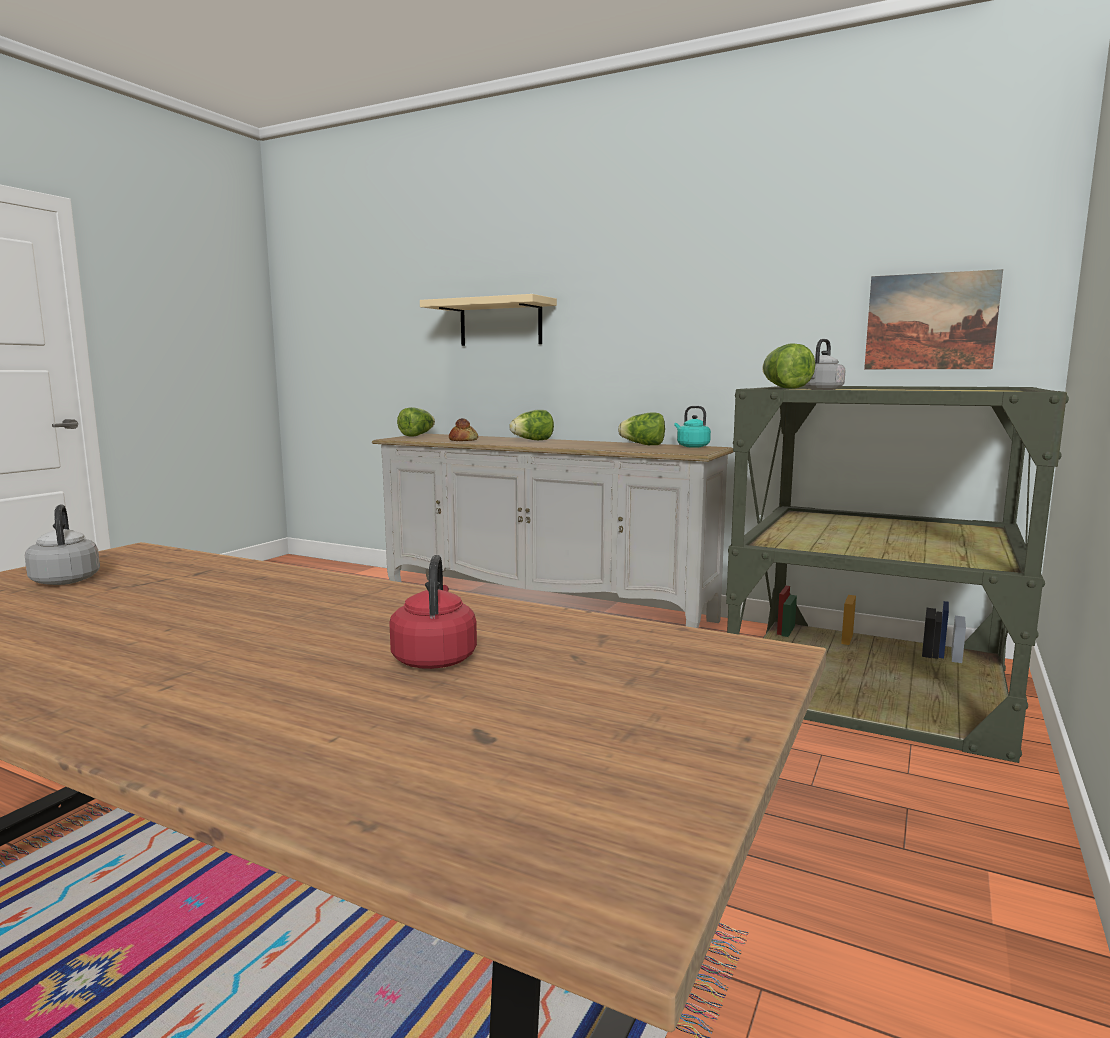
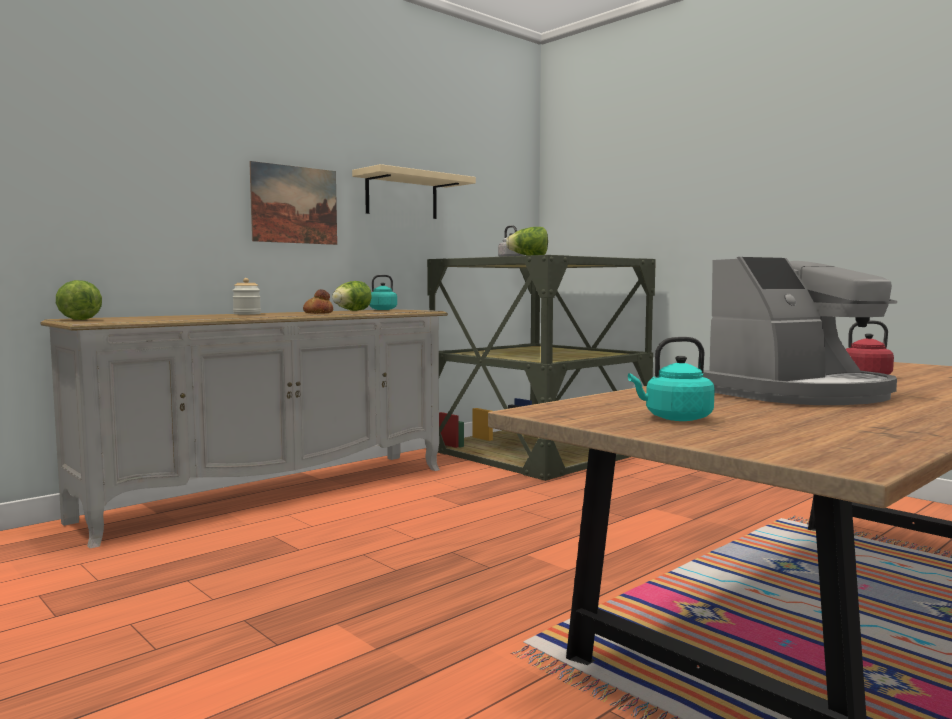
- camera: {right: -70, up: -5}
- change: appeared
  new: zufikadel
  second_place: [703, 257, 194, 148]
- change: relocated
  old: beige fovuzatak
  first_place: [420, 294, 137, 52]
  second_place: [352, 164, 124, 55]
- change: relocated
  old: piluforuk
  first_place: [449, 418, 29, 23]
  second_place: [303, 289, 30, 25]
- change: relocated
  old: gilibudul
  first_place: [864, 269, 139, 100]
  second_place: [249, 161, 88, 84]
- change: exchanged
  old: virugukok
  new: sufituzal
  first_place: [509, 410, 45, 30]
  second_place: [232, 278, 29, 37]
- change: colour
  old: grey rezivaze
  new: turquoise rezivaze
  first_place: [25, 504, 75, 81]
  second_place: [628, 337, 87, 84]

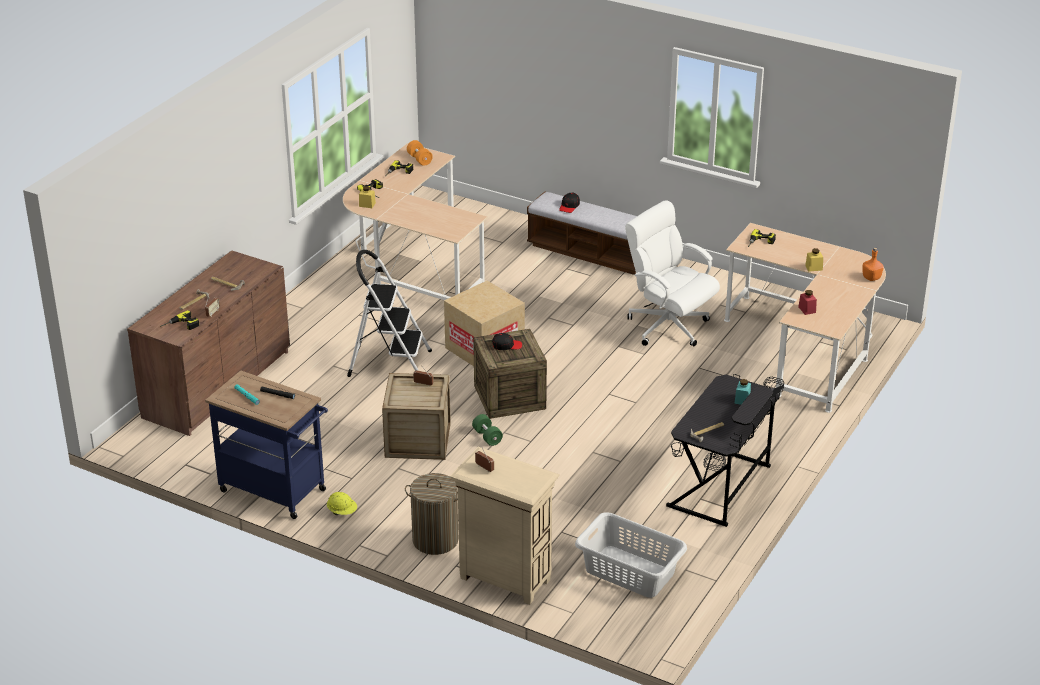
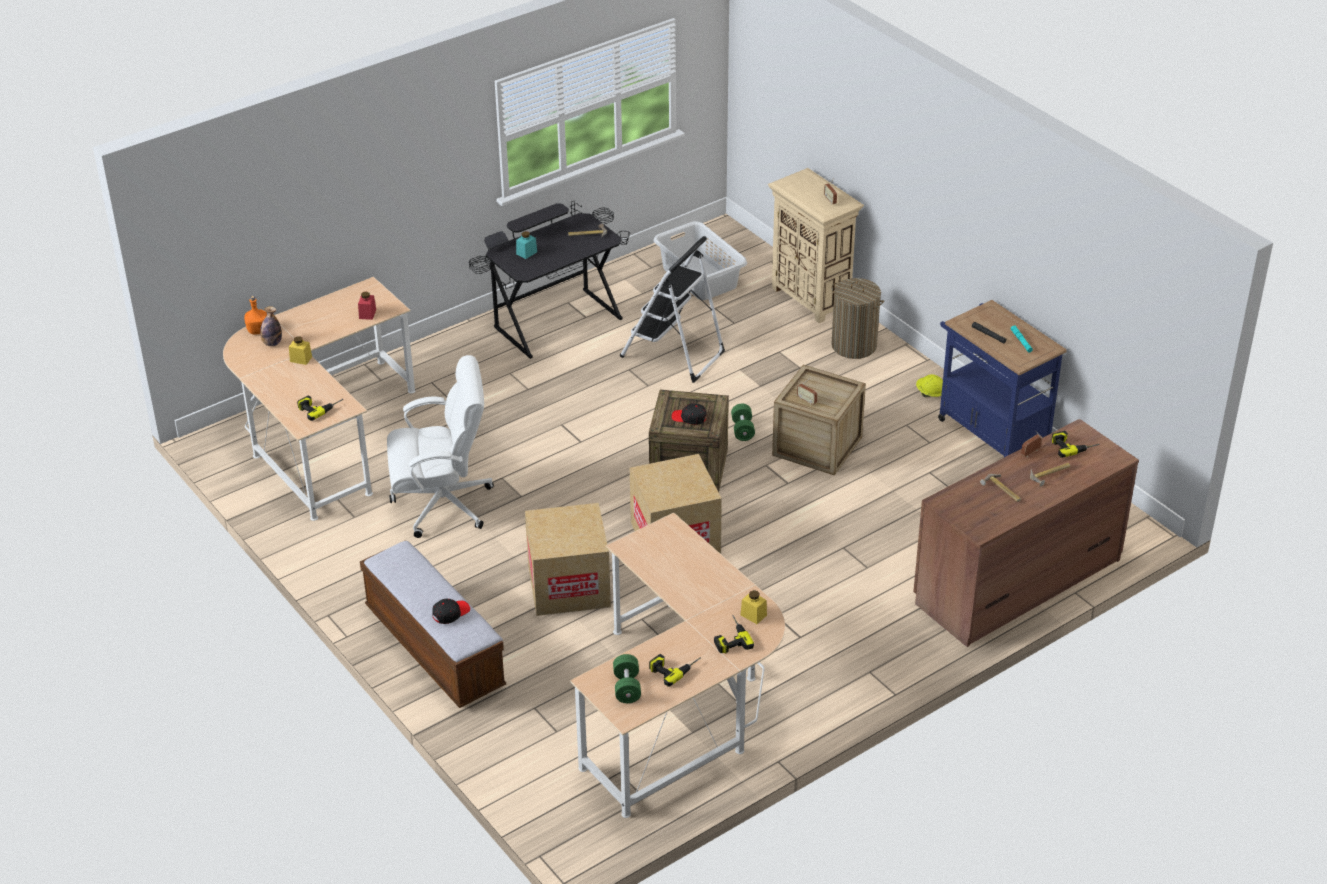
- camera: {right: -155, up: 5}
- change: appeared
  new: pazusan
  second_place: [260, 306, 22, 40]
- change: appeared
  new: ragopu
  second_place: [525, 503, 86, 113]
- change: relocated
  old: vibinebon
  first_place: [347, 250, 85, 127]
  second_place: [620, 236, 105, 147]
- change: colour
  old: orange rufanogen
  new: green rufanogen
  first_place: [407, 140, 26, 26]
  second_place: [613, 654, 28, 49]
- change: spun
  old: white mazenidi
  first_place: [625, 200, 95, 147]
  second_place: [387, 355, 107, 183]
  degrees: -75

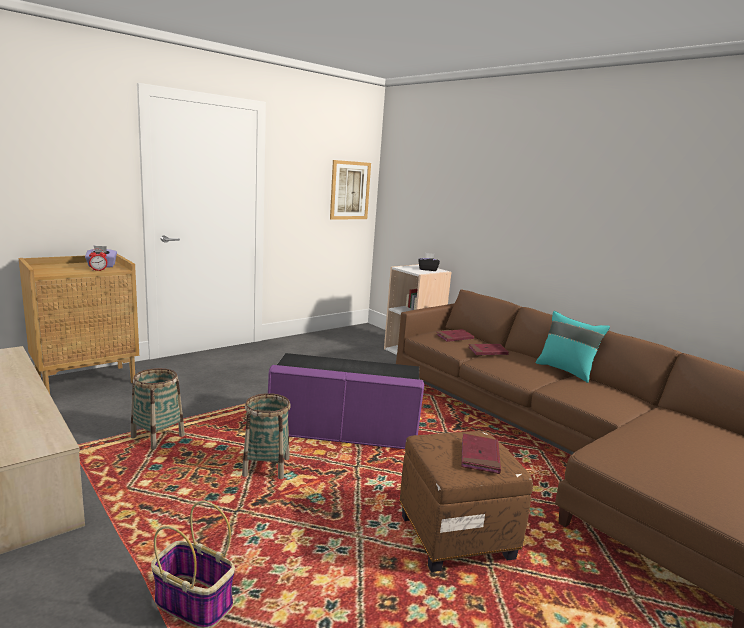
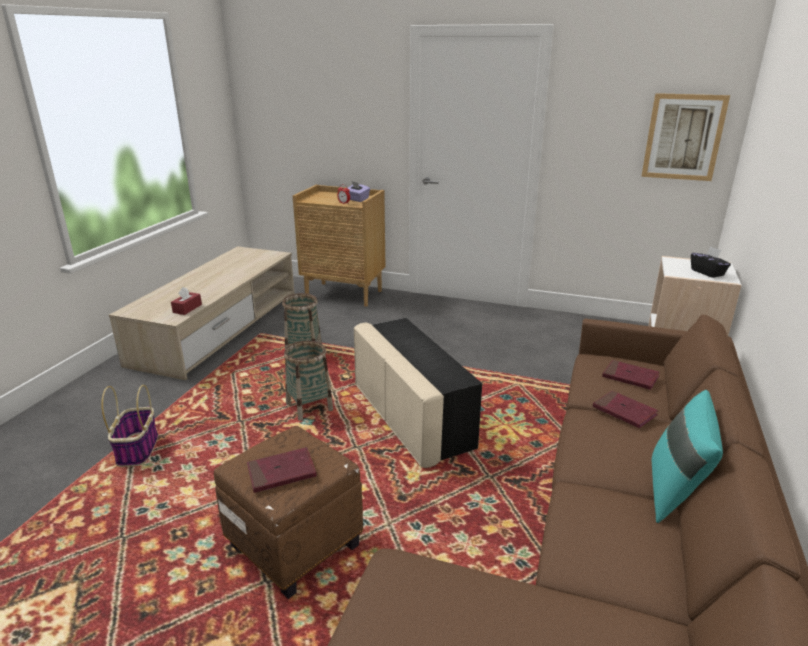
- camera: {right: 60, up: 10}
- change: appeared
  new: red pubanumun
  second_place: [171, 287, 31, 28]
- change: colour
  old: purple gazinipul
  new: beige gazinipul
  first_place: [268, 353, 156, 96]
  second_place: [354, 318, 128, 150]

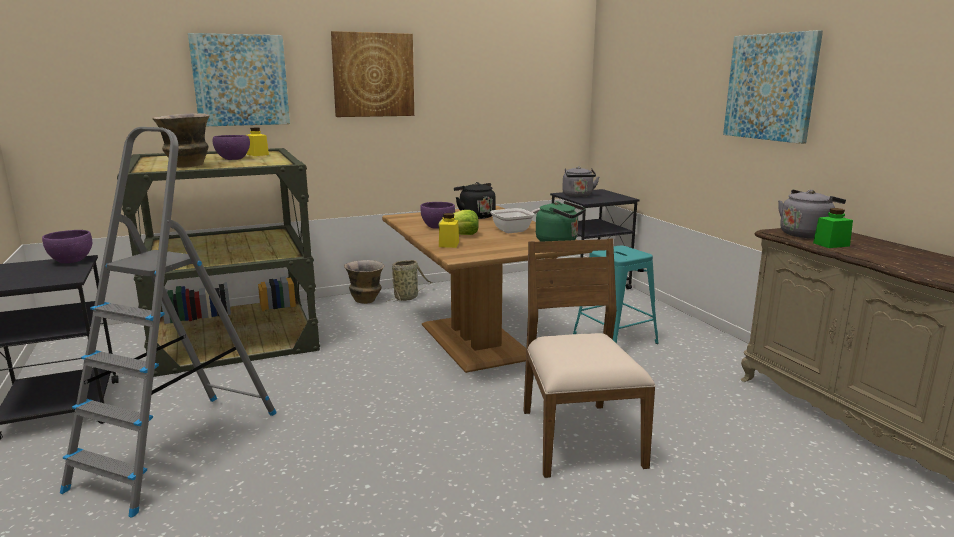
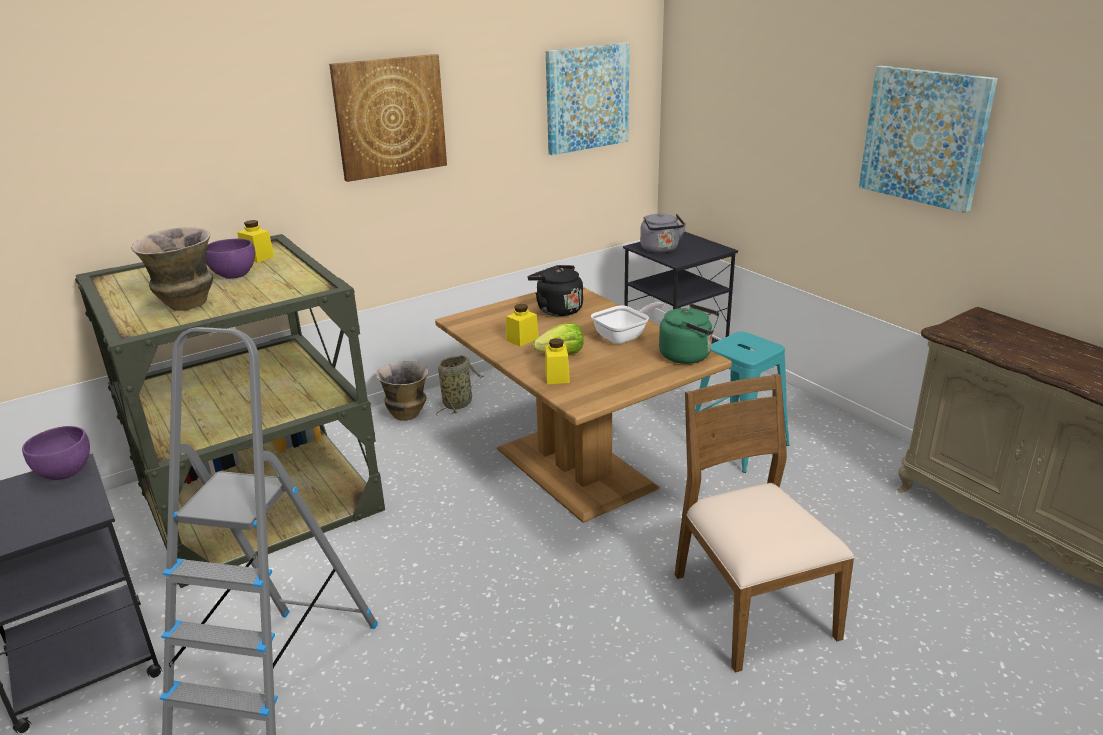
- camera: {right: -10, up: 10}
- change: missing
  old: grey rezivaze
  first_place: [778, 190, 68, 48]
- change: missing
  old: green sufituzal
  first_place: [813, 208, 40, 40]
- change: relocated
  old: gilibudul
  first_place: [188, 33, 102, 93]
  second_place: [546, 42, 84, 113]
- change: exchanged
  old: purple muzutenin
  new: yellow sufituzal
  first_place: [420, 202, 35, 27]
  second_place: [506, 304, 33, 42]

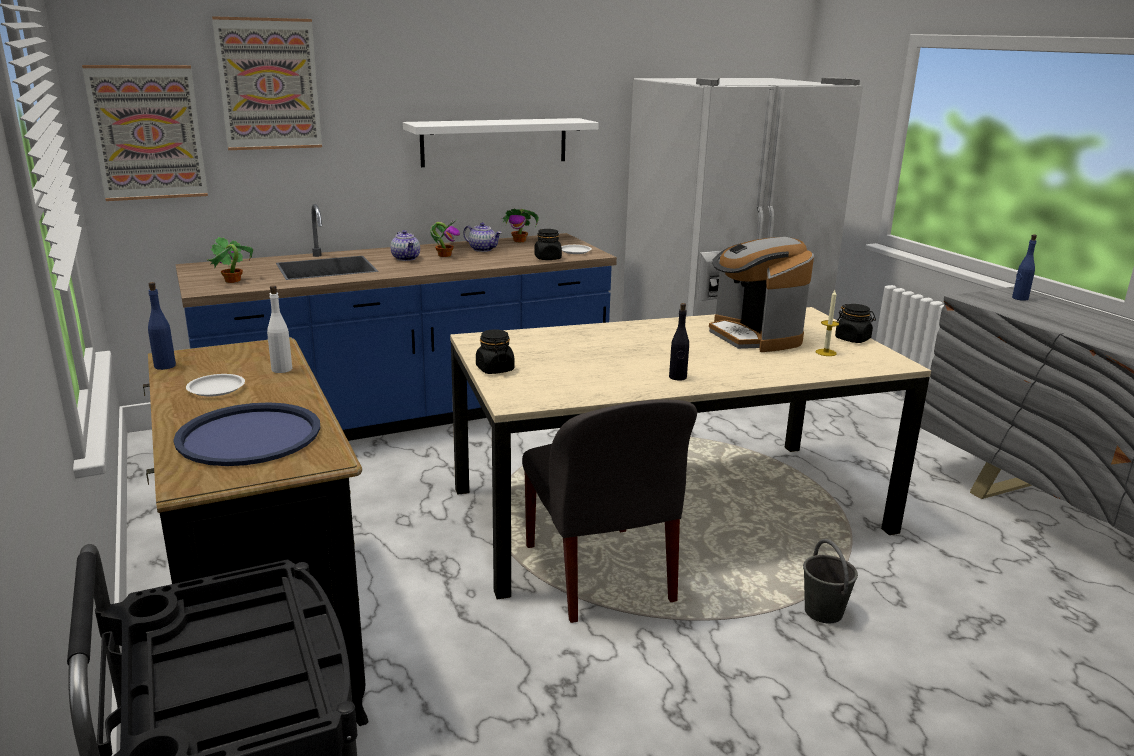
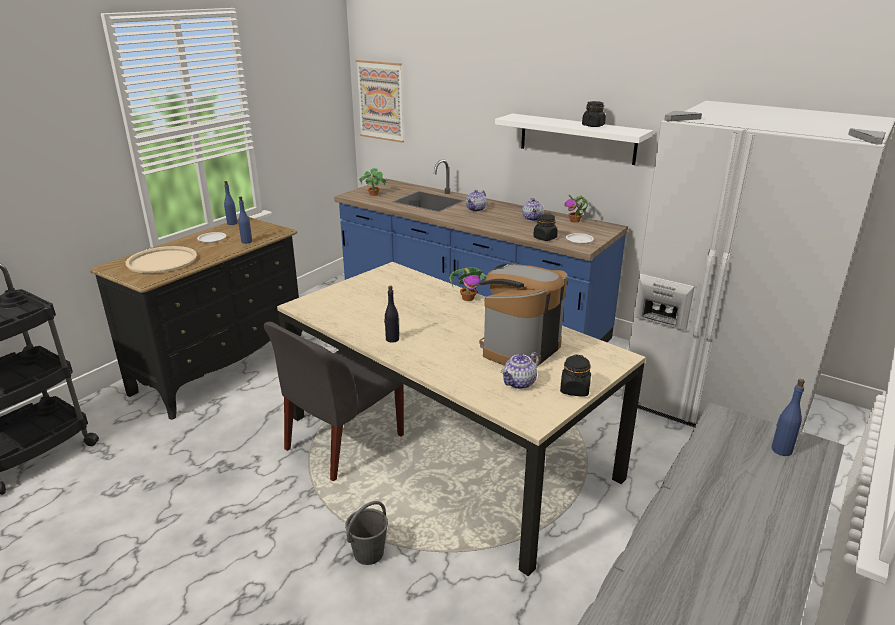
- camera: {right: 60, up: 5}
- change: missing
  old: gilibudul
  first_place: [212, 16, 110, 134]
- change: relocated
  old: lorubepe
  first_place: [430, 219, 30, 38]
  second_place: [450, 267, 36, 34]
- change: relocated
  old: black sufituzal
  first_place: [476, 329, 39, 45]
  second_place: [582, 101, 24, 26]
- change: exchanged
  old: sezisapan
  new: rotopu
  first_place: [816, 290, 23, 66]
  second_place: [501, 352, 38, 37]
- change: colour
  old: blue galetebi
  new: beige galetebi
  first_place: [173, 402, 147, 64]
  second_place: [125, 246, 72, 27]
- change: colour
  old: white pazusan
  new: blue pazusan
  first_place: [267, 286, 25, 87]
  second_place: [238, 196, 14, 48]

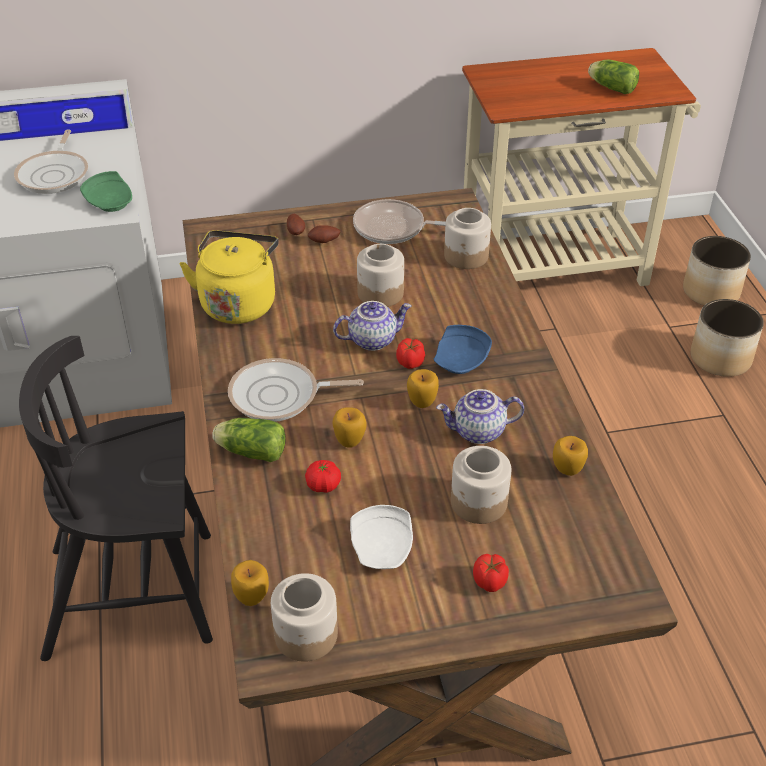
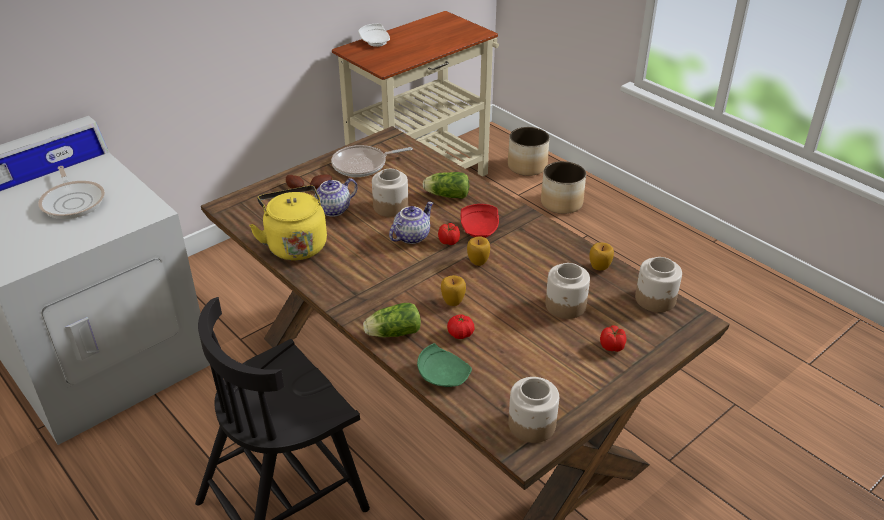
- camera: {right: -30, up: -5}
- change: missing
  old: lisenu
  first_place: [228, 358, 136, 64]
- change: missing
  old: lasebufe
  first_place: [231, 560, 38, 46]
- change: relocated
  old: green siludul
  first_place: [80, 171, 52, 41]
  second_place: [417, 343, 55, 44]
- change: relocated
  old: white siludul
  first_place: [350, 505, 63, 64]
  second_place: [358, 23, 32, 24]
- change: relocated
  old: rotopu
  first_place: [436, 389, 88, 55]
  second_place: [315, 178, 43, 39]
- change: relocated
  old: sufituzal
  first_place: [444, 208, 47, 61]
  second_place: [635, 257, 47, 55]
- change: relocated
  old: virugukok
  first_place: [588, 60, 51, 34]
  second_place: [423, 172, 46, 27]
- change: colour
  old: blue siludul
  new: red siludul
  first_place: [433, 325, 59, 49]
  second_place: [461, 204, 38, 34]

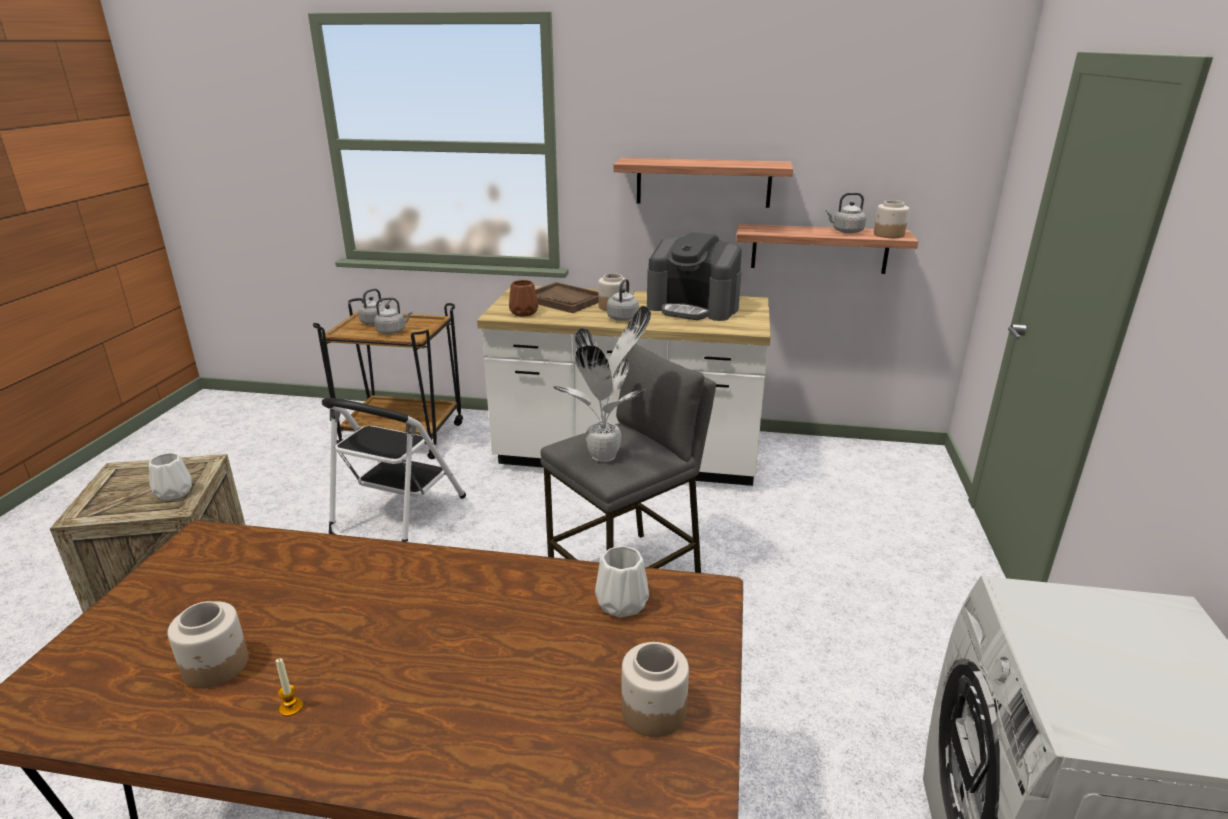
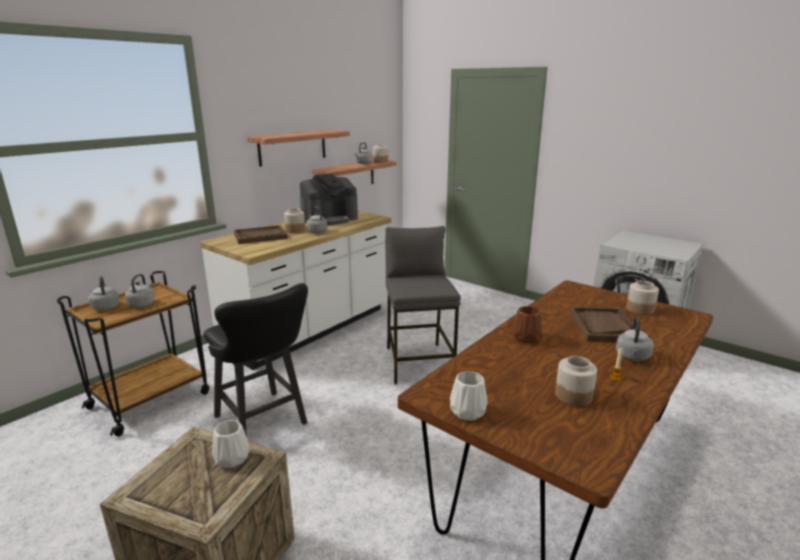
- camera: {right: -60, up: -5}
- change: missing
  old: lorubepe
  first_place: [553, 306, 98, 156]
- change: appeared
  new: brown galetebi
  second_place: [570, 307, 63, 35]
- change: appeared
  new: grey rezivaze
  second_place: [616, 316, 38, 45]
- change: relocated
  old: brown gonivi
  first_place: [509, 280, 29, 37]
  second_place: [513, 306, 29, 37]
- change: relocated
  old: white gonivi
  first_place: [595, 546, 54, 72]
  second_place: [450, 371, 38, 50]
- change: exchanged
  old: vibinebon
  new: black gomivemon
  first_place: [322, 398, 144, 144]
  second_place: [204, 283, 104, 154]

